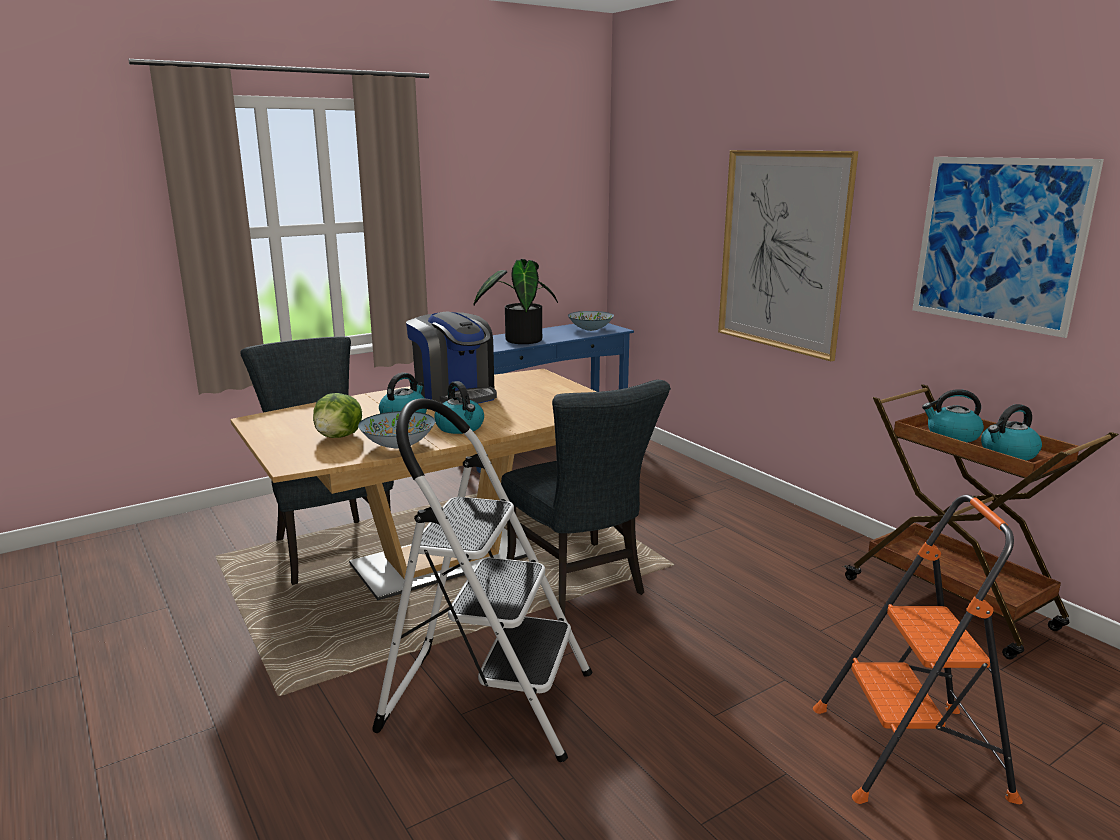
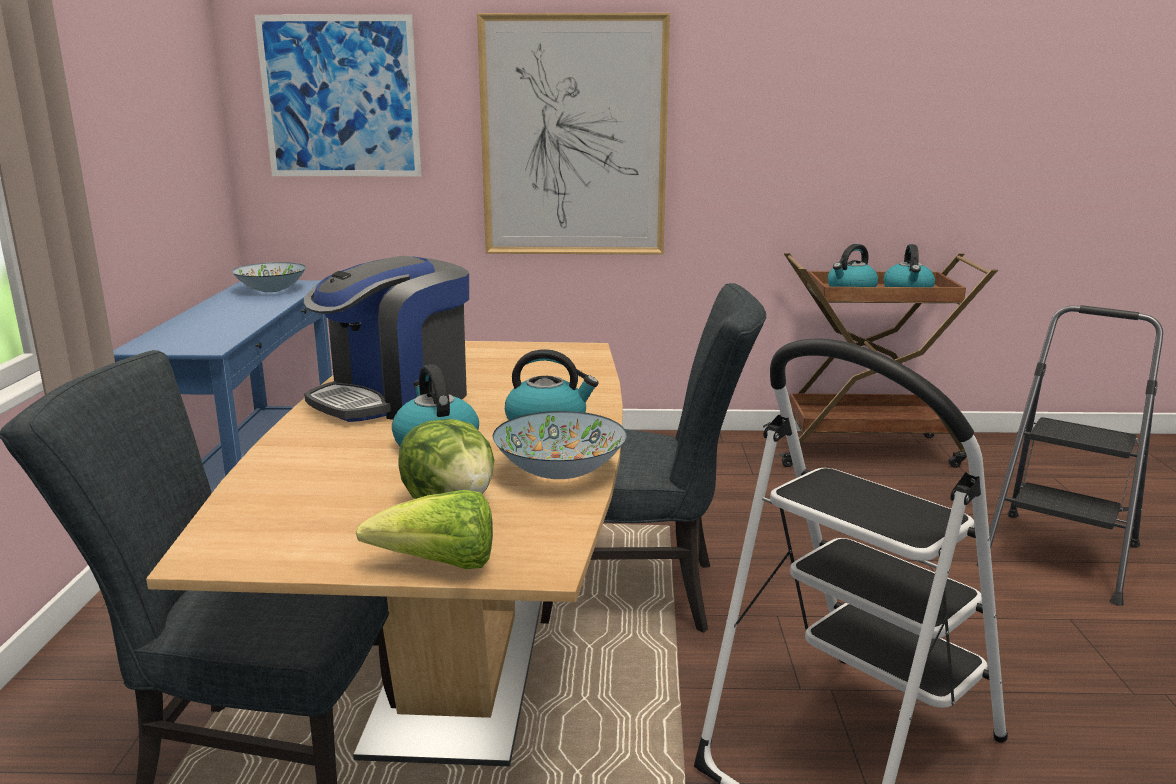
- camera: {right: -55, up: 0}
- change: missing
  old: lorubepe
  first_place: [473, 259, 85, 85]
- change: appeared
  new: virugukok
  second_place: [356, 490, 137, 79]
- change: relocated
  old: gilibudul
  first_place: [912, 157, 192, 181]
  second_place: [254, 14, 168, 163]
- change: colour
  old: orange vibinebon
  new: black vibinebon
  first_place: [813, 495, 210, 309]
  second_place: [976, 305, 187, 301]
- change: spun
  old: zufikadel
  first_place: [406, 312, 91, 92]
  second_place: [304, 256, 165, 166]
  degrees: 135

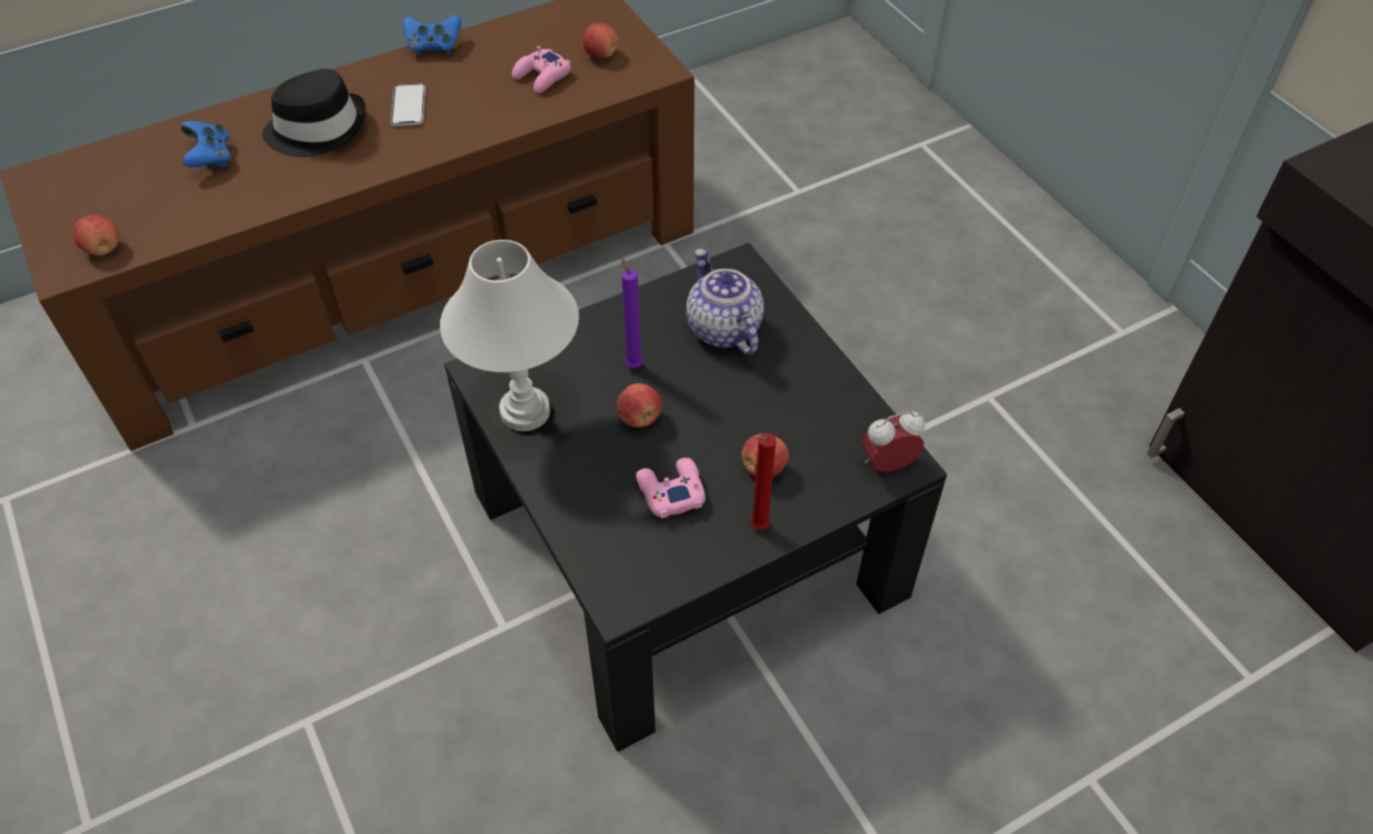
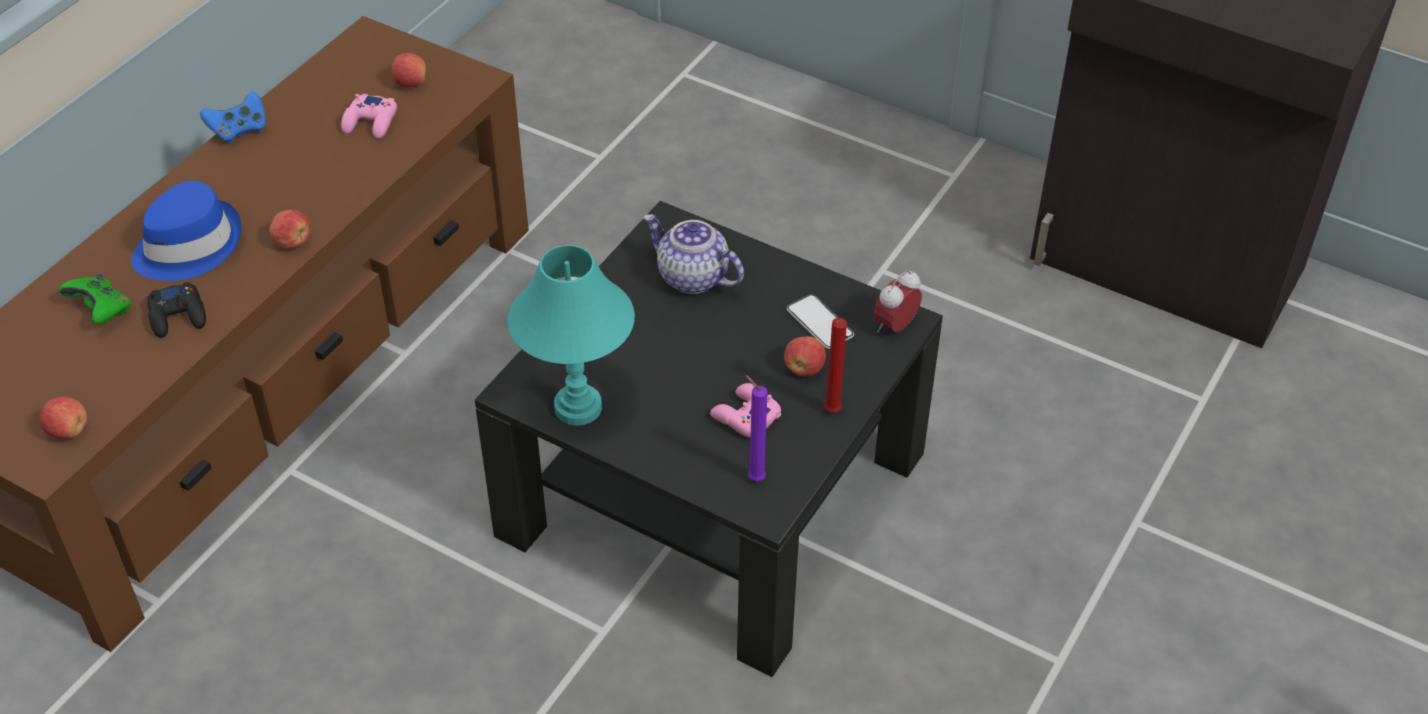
- camera: {right: -30, up: -5}
- change: appeared
  new: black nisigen
  second_place: [148, 282, 58, 56]
- change: relocated
  old: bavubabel
  first_place: [391, 84, 35, 42]
  second_place: [786, 294, 68, 55]
- change: relocated
  old: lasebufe
  first_place: [616, 383, 46, 45]
  second_place: [269, 210, 41, 38]
- change: relocated
  old: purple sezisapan
  first_place: [620, 254, 23, 114]
  second_place: [745, 375, 23, 106]
- change: colour
  old: blue nisigen
  new: green nisigen
  first_place: [180, 121, 51, 47]
  second_place: [59, 274, 72, 50]
- change: colour
  old: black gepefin
  new: blue gepefin
  first_place: [262, 69, 104, 88]
  second_place: [131, 181, 110, 100]
- change: colour
  old: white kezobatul
  new: turquoise kezobatul
  first_place: [440, 240, 139, 191]
  second_place: [507, 245, 128, 181]

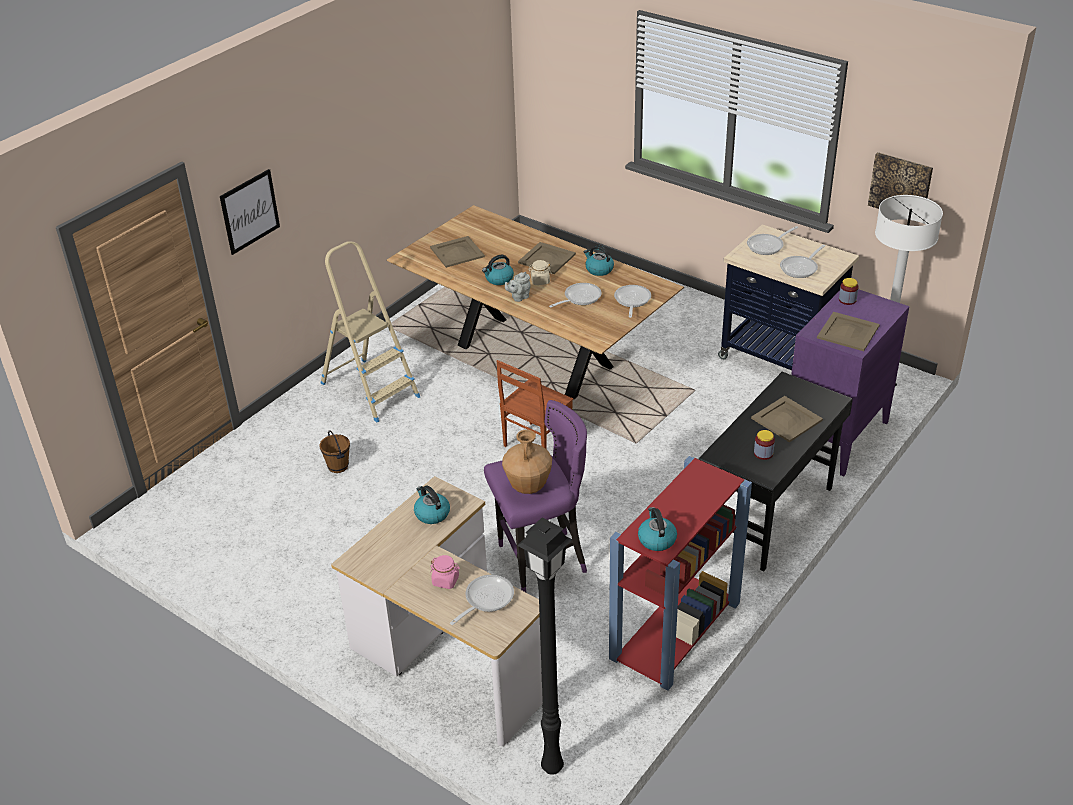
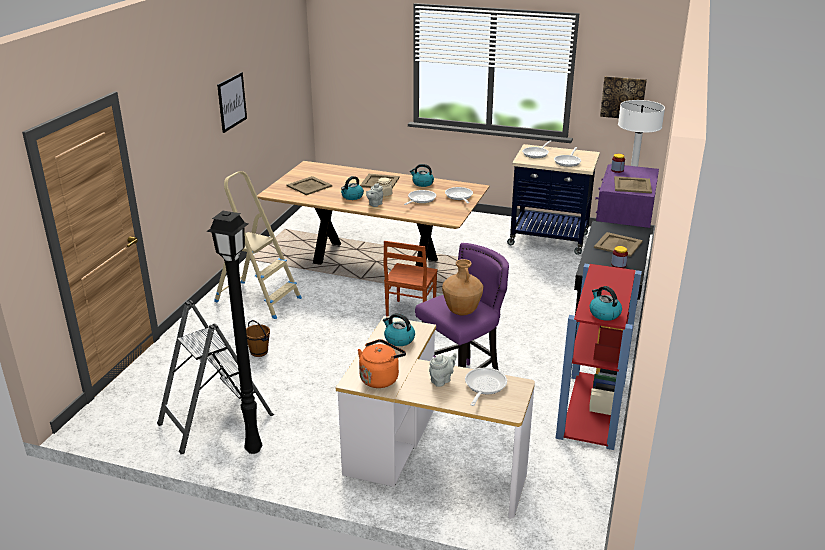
- camera: {right: -20, up: -10}
- change: appeared
  new: grey vibinebon
  second_place: [157, 300, 117, 154]
- change: appeared
  new: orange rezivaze
  second_place: [358, 339, 48, 49]
- change: relocated
  old: gilibudul
  first_place: [220, 169, 60, 86]
  second_place: [217, 72, 30, 61]
- change: relocated
  old: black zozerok
  first_place: [517, 518, 55, 257]
  second_place: [206, 211, 56, 243]
- change: exchanged
  old: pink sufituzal
  new: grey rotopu
  first_place: [430, 555, 30, 34]
  second_place: [429, 353, 28, 34]

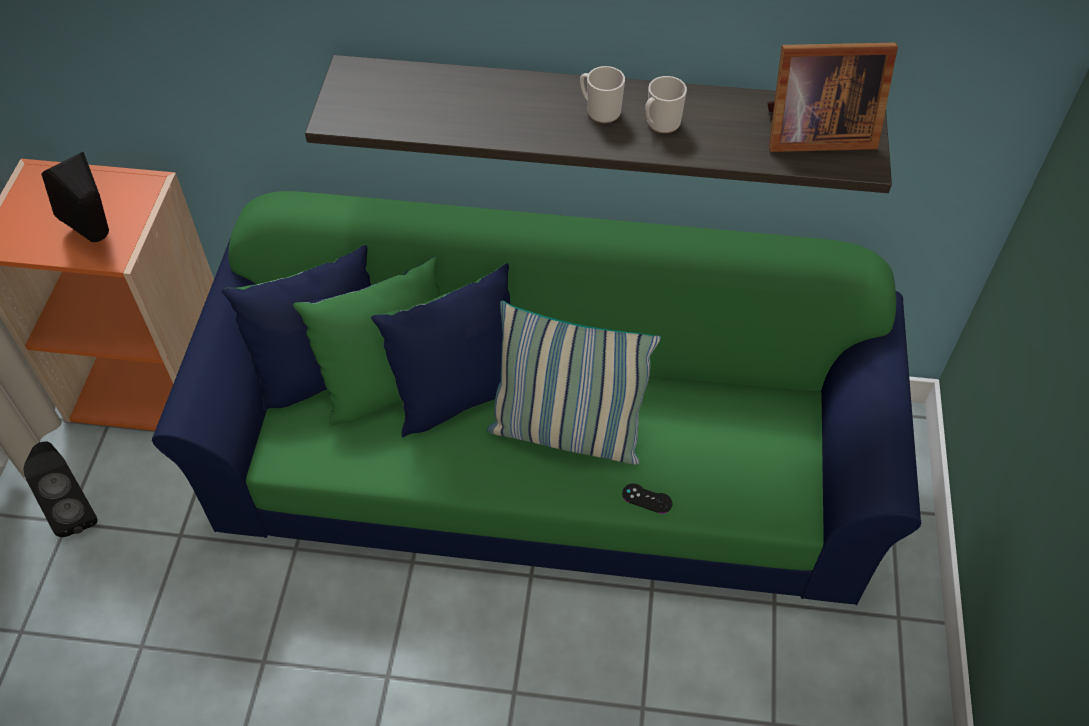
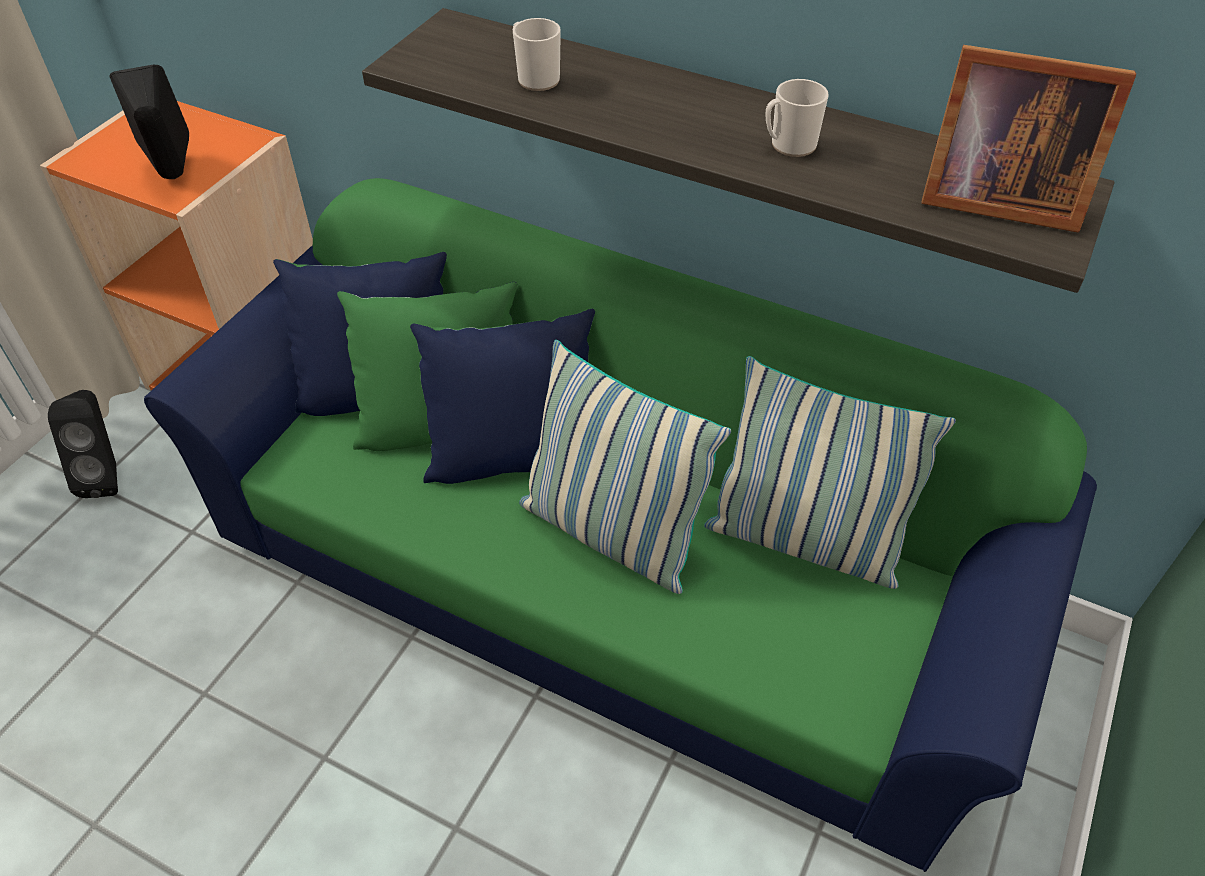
- camera: {right: 20, up: -5}
- change: missing
  old: black nisigen
  first_place: [622, 483, 50, 31]
- change: appeared
  new: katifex
  second_place: [704, 356, 252, 233]
- change: relocated
  old: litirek
  first_place: [580, 66, 45, 57]
  second_place: [513, 18, 48, 73]

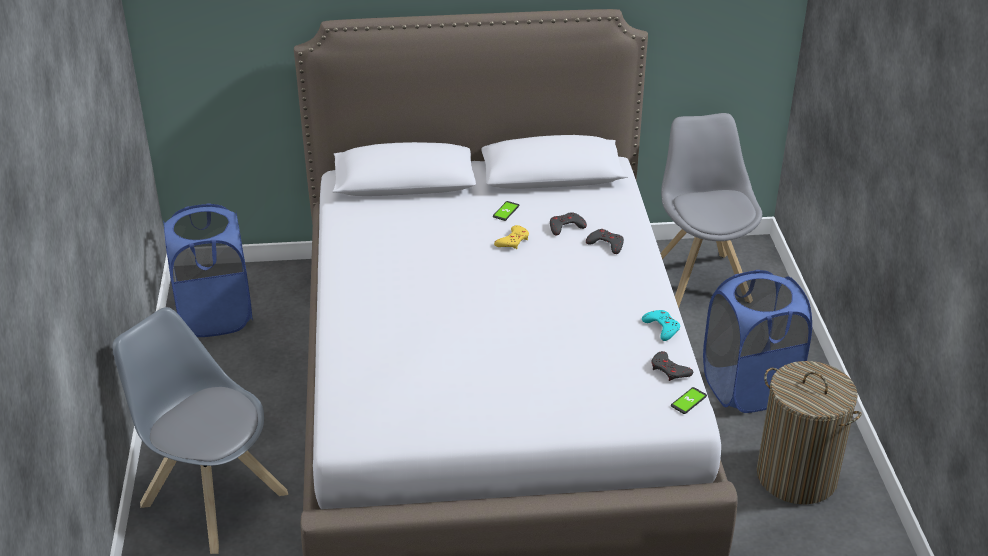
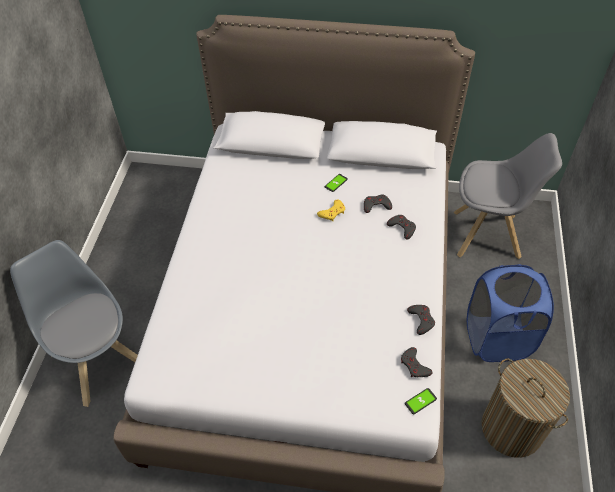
- camera: {right: 15, up: 15}
- change: missing
  old: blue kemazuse
  first_place: [163, 203, 90, 134]
- change: colour
  old: turquoise nisigen
  new: grey nisigen
  first_place: [642, 310, 38, 31]
  second_place: [407, 305, 28, 30]
- change: spun
  old: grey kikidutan
  first_place: [660, 113, 102, 195]
  second_place: [453, 133, 109, 126]
  degrees: 90

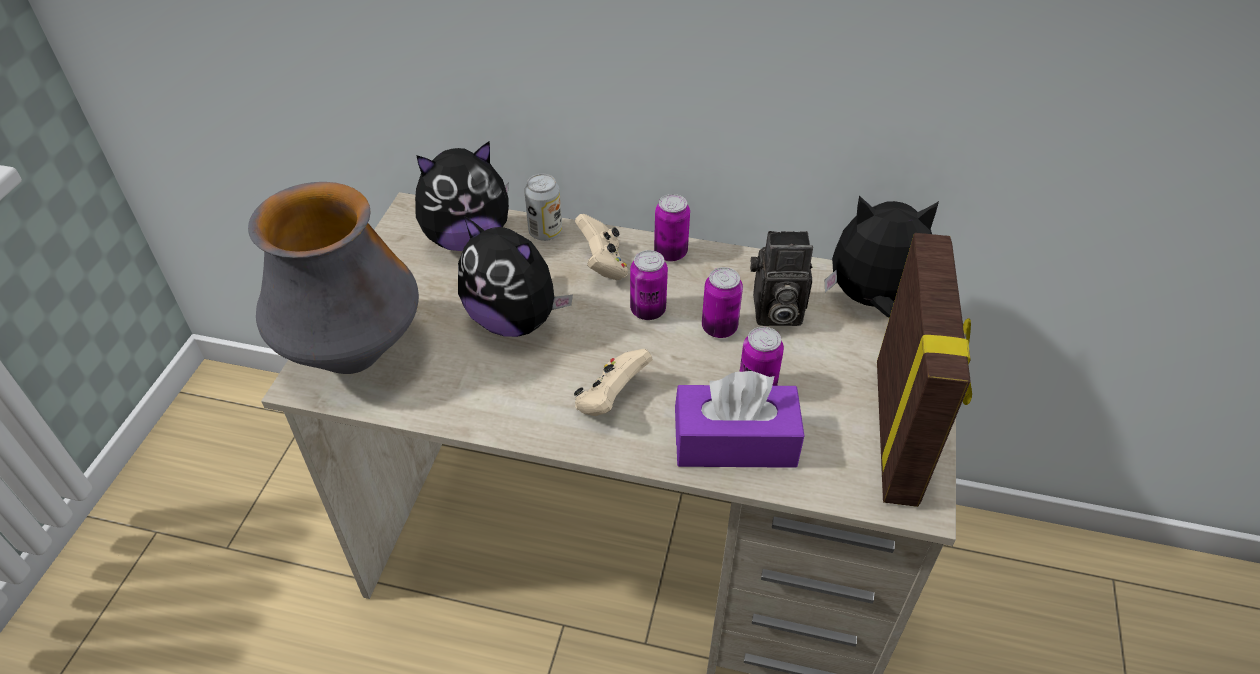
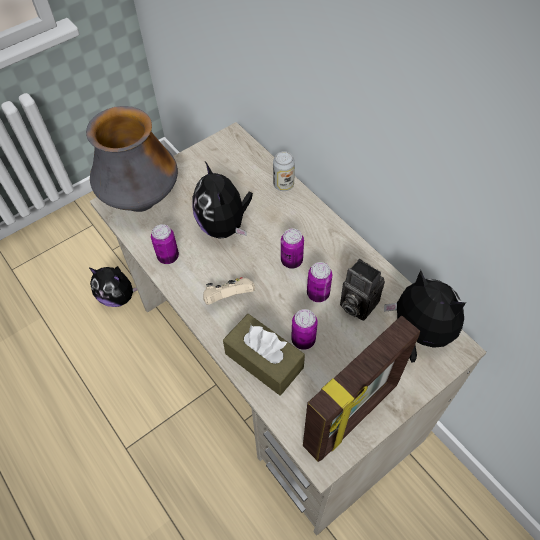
- camera: {right: 40, up: 10}
- change: missing
  old: beige nisigen
  first_place: [575, 214, 53, 66]
- change: relocated
  old: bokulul
  first_place: [415, 141, 94, 110]
  second_place: [89, 266, 48, 41]
- change: relocated
  old: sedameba
  first_place: [654, 194, 36, 68]
  second_place: [151, 224, 28, 40]
- change: colour
  old: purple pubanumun
  new: brown pubanumun
  first_place: [675, 371, 129, 97]
  second_place: [223, 314, 82, 81]

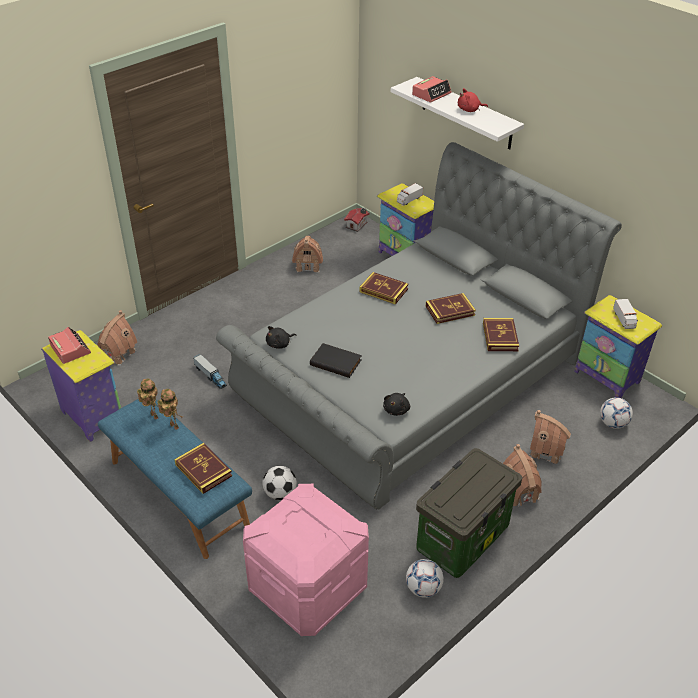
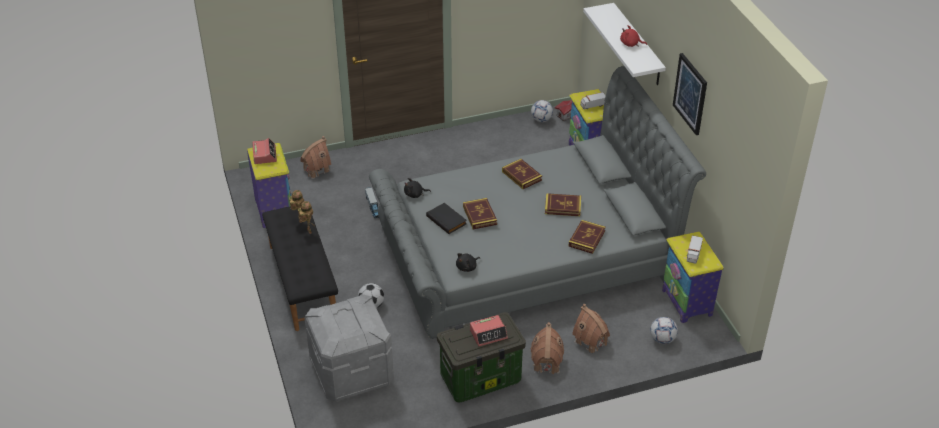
- camera: {right: 25, up: 0}
- change: missing
  old: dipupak
  first_place: [292, 236, 31, 37]
- change: appeared
  new: gilibudul
  second_place: [673, 53, 34, 82]
- change: relocated
  old: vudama
  first_place: [174, 443, 58, 51]
  second_place: [463, 198, 34, 31]
- change: relocated
  old: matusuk
  first_place: [406, 559, 38, 39]
  second_place: [531, 100, 22, 22]
- change: relocated
  old: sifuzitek
  first_place: [412, 76, 40, 27]
  second_place: [470, 315, 38, 31]
- change: colour
  old: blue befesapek
  new: black befesapek
  first_place: [98, 399, 154, 160]
  second_place: [262, 206, 76, 125]
- change: colour
  old: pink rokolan
  new: grey rokolan
  first_place: [243, 484, 126, 152]
  second_place: [304, 294, 90, 108]

